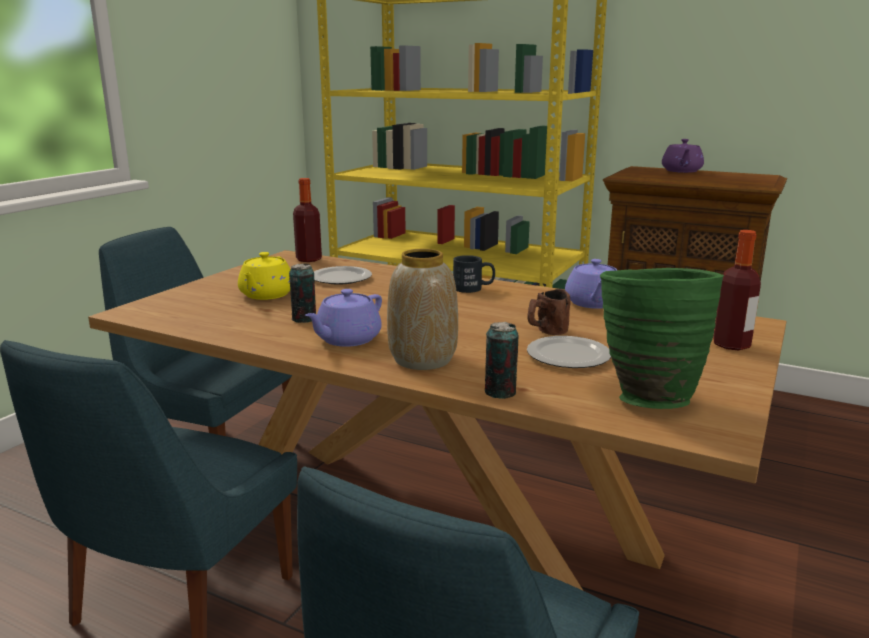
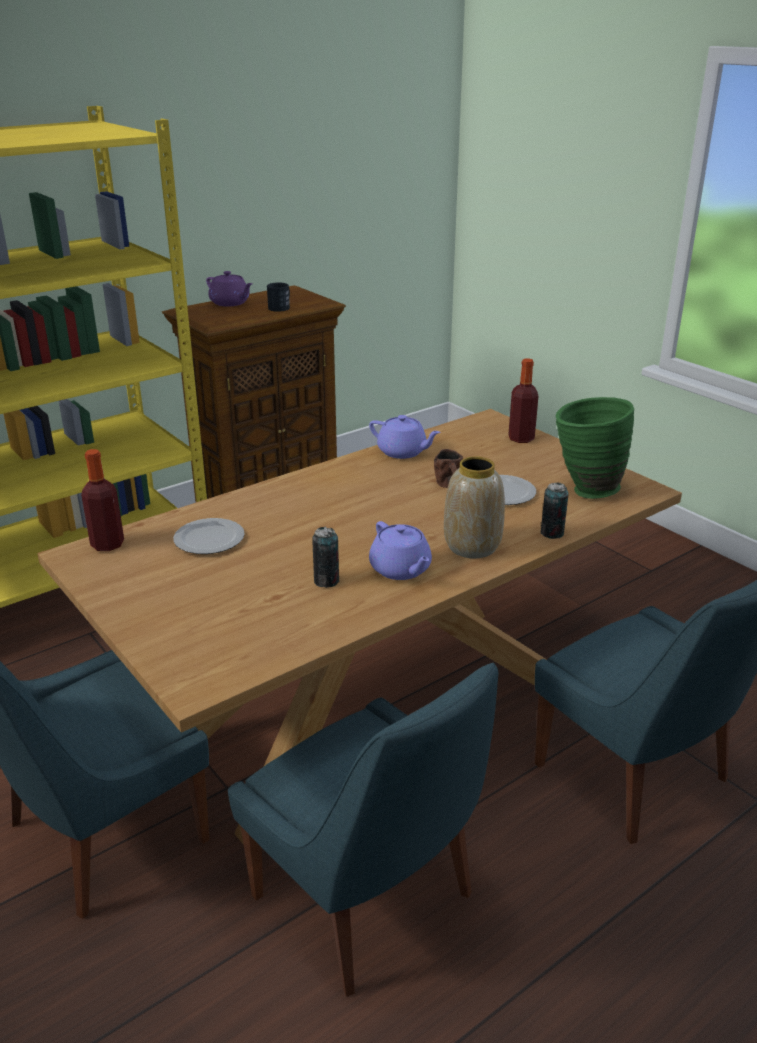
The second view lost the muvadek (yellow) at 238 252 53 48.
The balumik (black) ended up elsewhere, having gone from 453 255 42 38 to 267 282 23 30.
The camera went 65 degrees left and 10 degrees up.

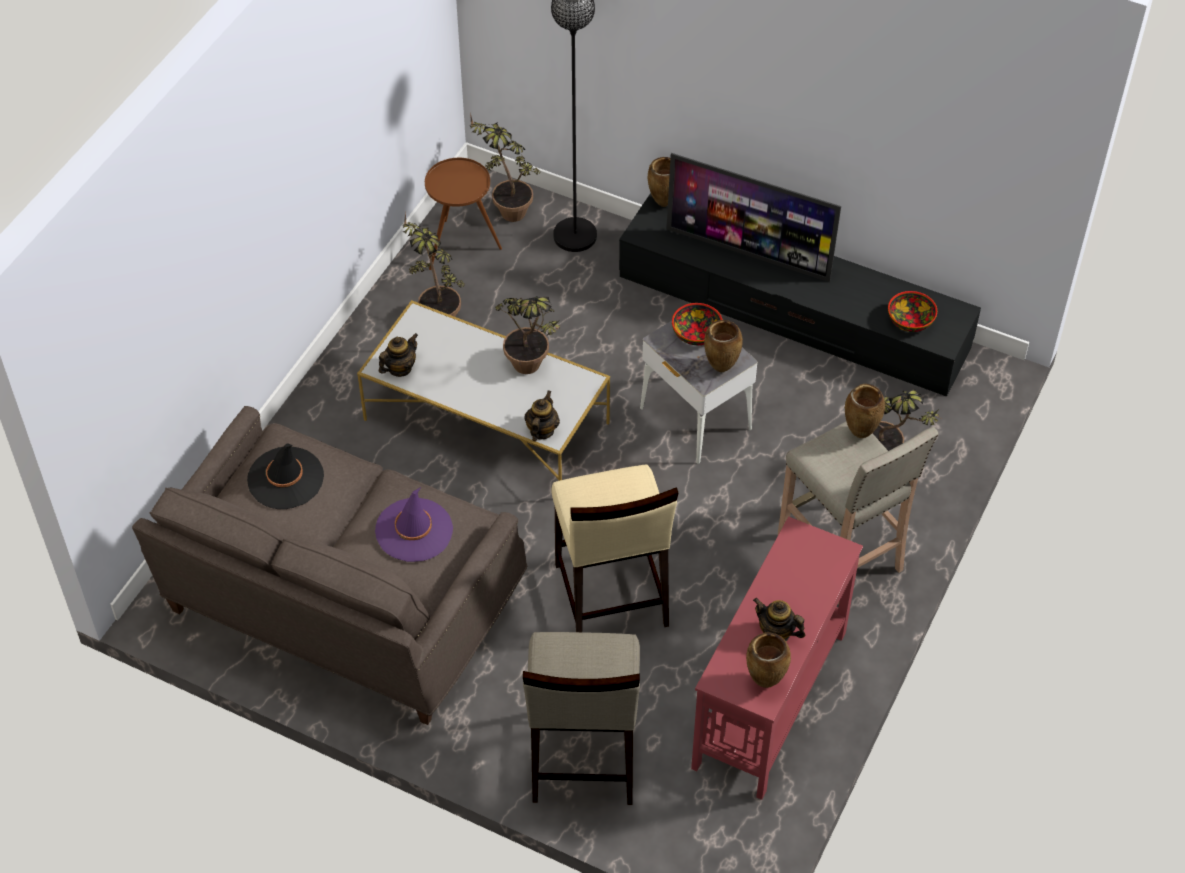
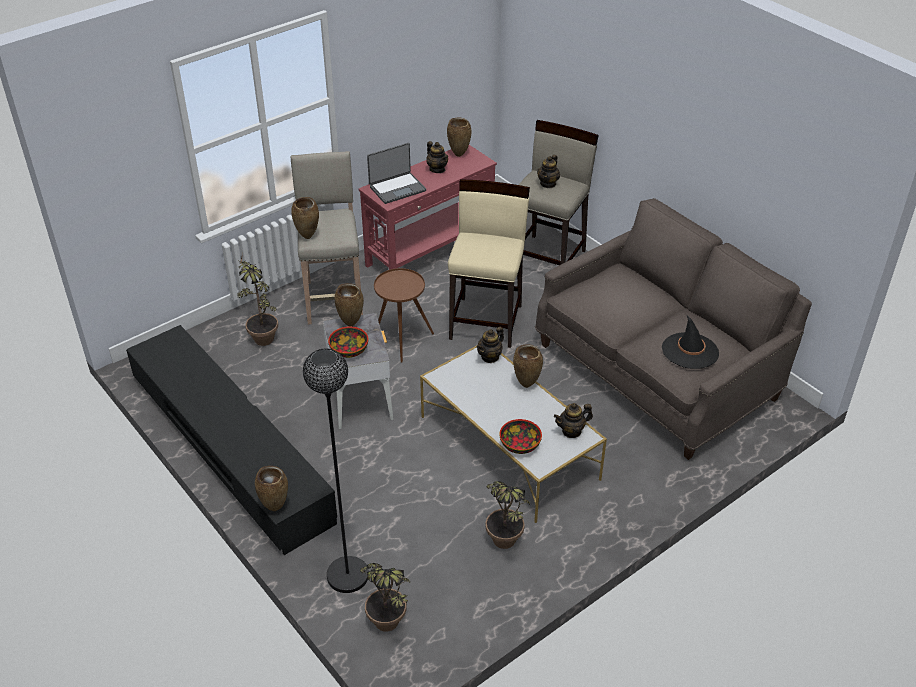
The second view lost the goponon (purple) at 375 487 78 75.
The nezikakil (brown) ended up elsewhere, having gone from 425 158 77 112 to 374 268 60 94.
The second view lost the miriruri at 495 296 65 78.
The second view lost the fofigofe at 667 153 174 129.
The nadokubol ended up elsewhere, having gone from 888 291 49 41 to 500 419 42 35.
The second view gained the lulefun at 367 143 59 61.
The second view gained the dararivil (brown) at 513 344 30 44.
The second view gained the muvadek at 537 155 23 33.
The camera went 155 degrees left and 10 degrees down.

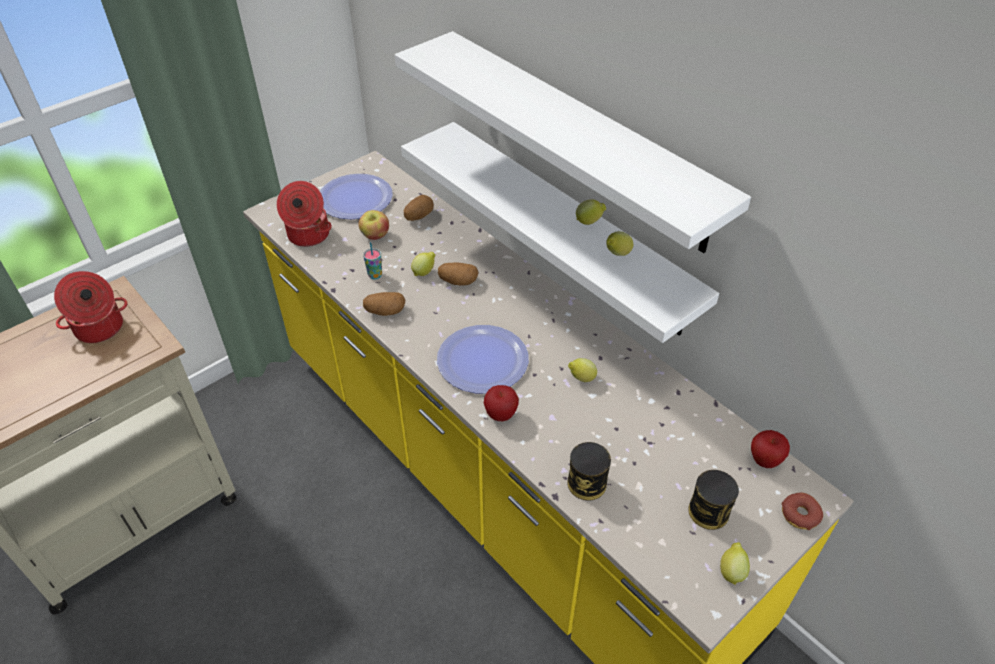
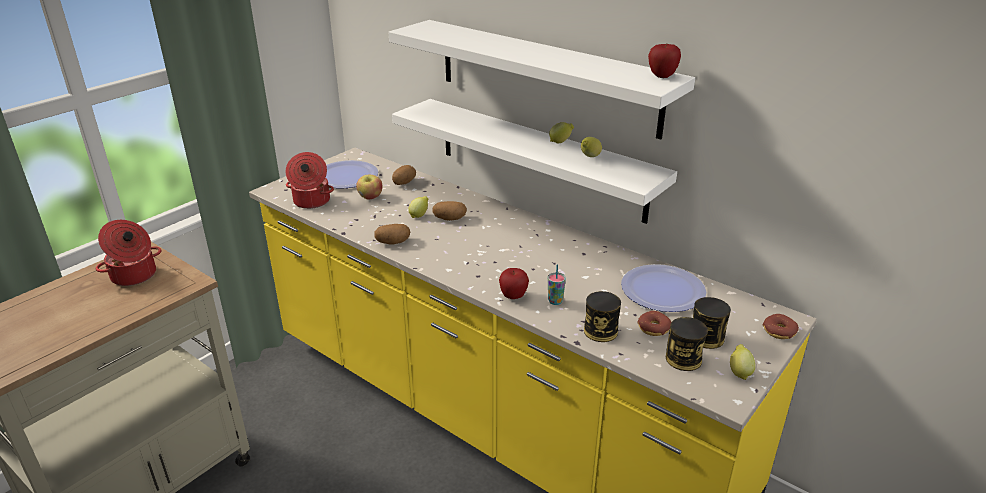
The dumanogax ended up elsewhere, having gone from 363 242 19 37 to 548 264 18 41.
The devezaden ended up elsewhere, having gone from 437 325 92 68 to 621 264 85 48.
The second view lost the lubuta at 568 358 29 24.
The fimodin ended up elsewhere, having gone from 751 430 39 38 to 648 43 33 35.
The second view gained the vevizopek at 637 311 34 25.
The second view gained the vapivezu at 666 317 42 54.
The camera went 10 degrees left and 15 degrees down.

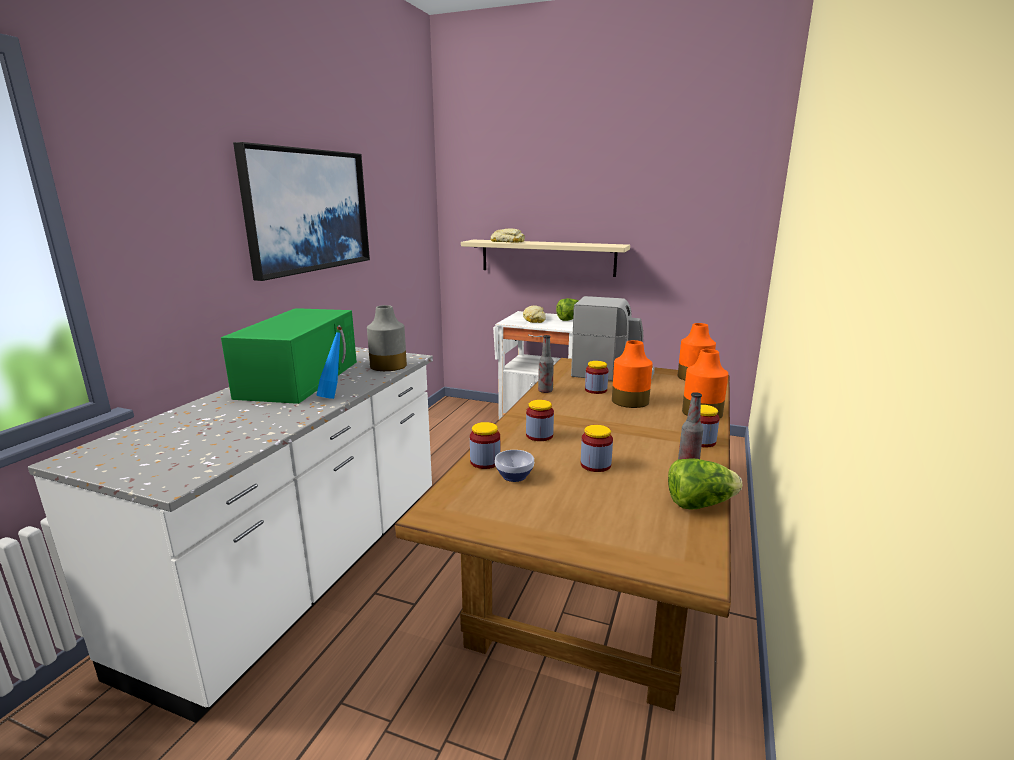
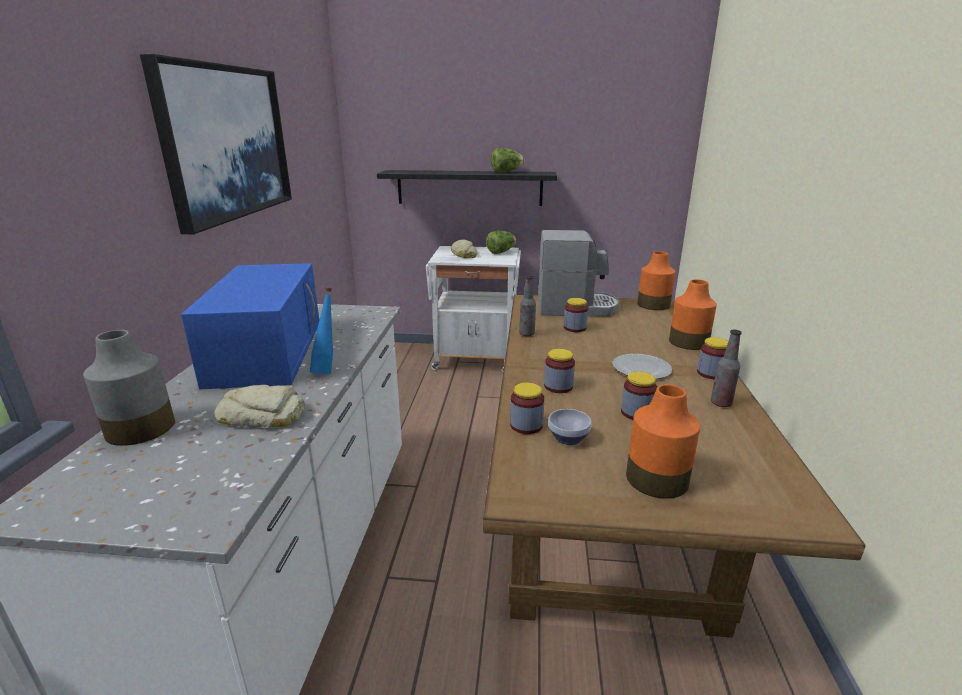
What was the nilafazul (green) at 221 308 136 96 turned into the nilafazul (blue) at 181 263 138 126.
The dararivil (grey) ended up elsewhere, having gone from 367 305 40 66 to 83 330 92 116.
What was the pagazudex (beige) at 461 240 169 37 turned into the pagazudex (black) at 377 170 180 36.
The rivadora ended up elsewhere, having gone from 491 228 34 15 to 214 385 91 43.
The dararivil (orange) ended up elsewhere, having gone from 612 340 41 68 to 626 384 74 115.
The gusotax ended up elsewhere, having gone from 668 458 74 52 to 491 148 33 25.
The second view gained the devezaden at 612 354 60 25.
The camera went 15 degrees left and 5 degrees up.

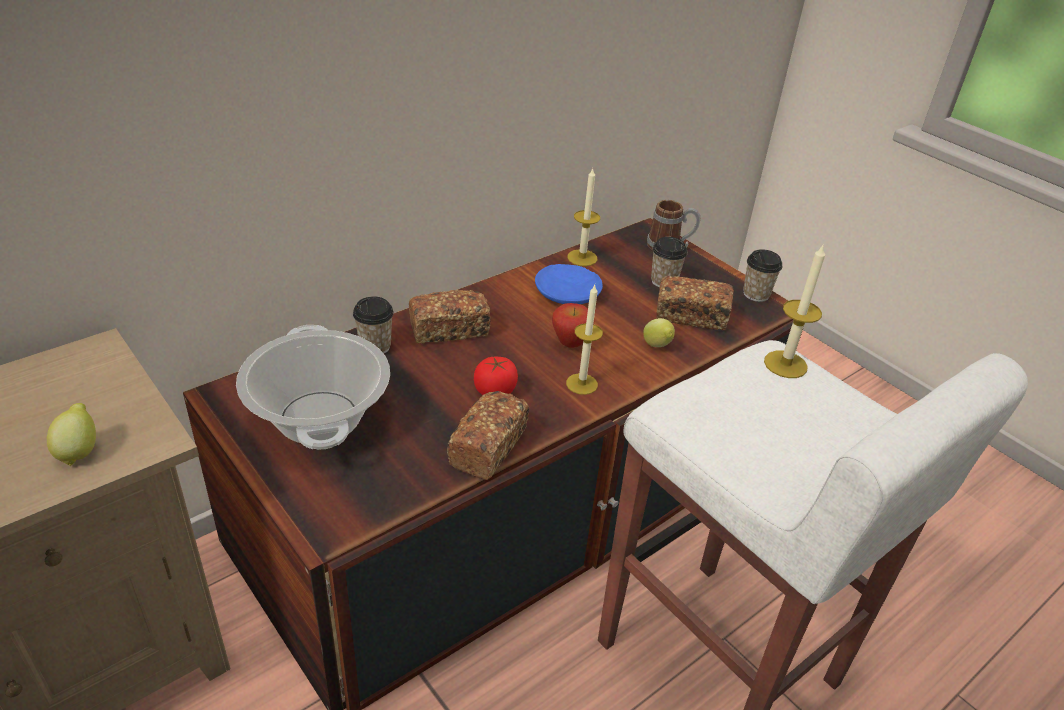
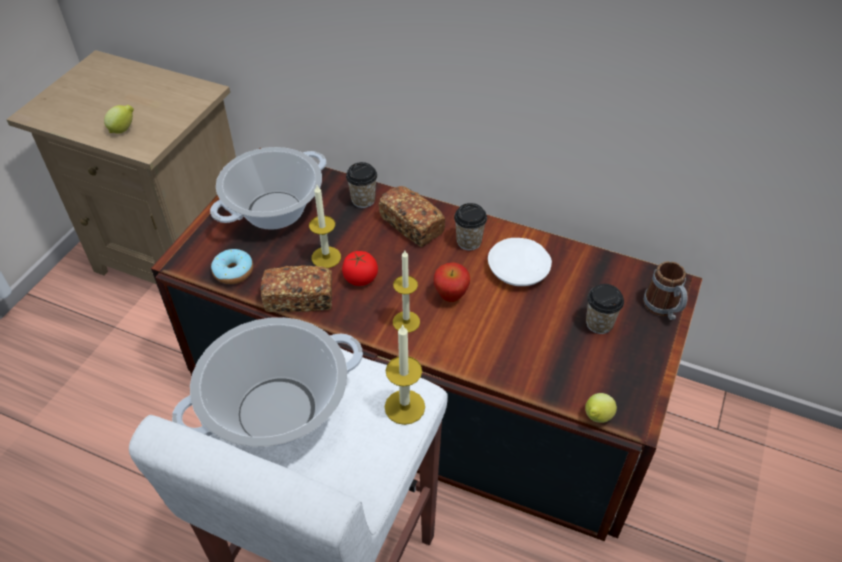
What was the devezaden (blue) at 535 264 68 40 turned into the devezaden (white) at 488 238 64 48.
The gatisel ended up elsewhere, having gone from 567 169 33 97 to 309 185 32 83.
The lubuta ended up elsewhere, having gone from 643 318 32 29 to 585 393 32 30.
The second view lost the rivadora at 656 276 78 54.
The dumanogax ended up elsewhere, having gone from 743 249 39 53 to 454 203 33 47.
The second view gained the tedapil at 172 317 191 130.
The second view gained the vevizopek at 211 249 42 35.
The camera went 65 degrees right and 10 degrees up.

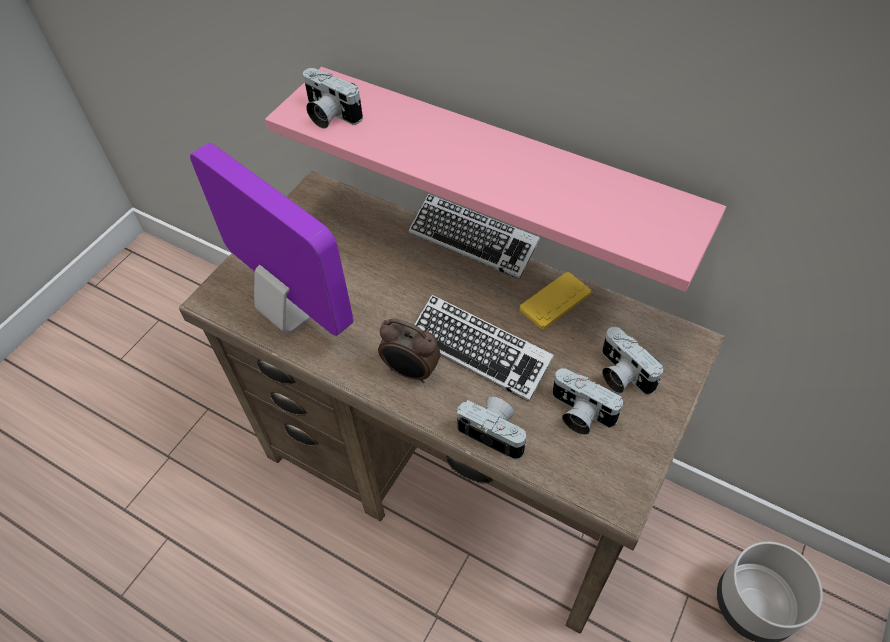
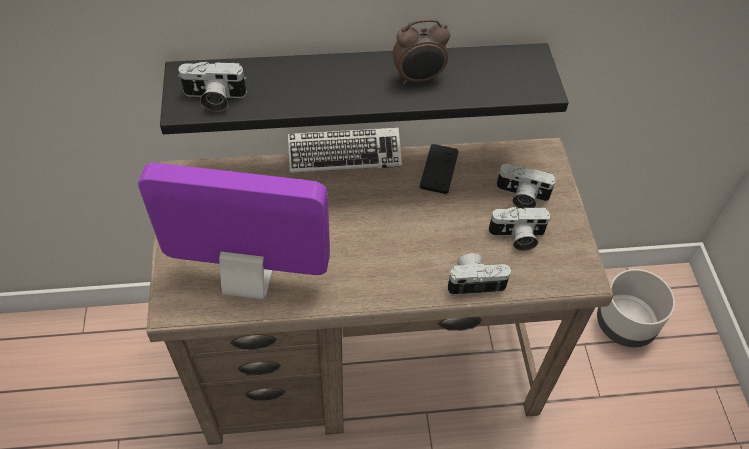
What was the pagazudex (pink) at 265 67 461 225 turned into the pagazudex (black) at 160 43 409 91.
The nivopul ended up elsewhere, having gone from 378 319 63 64 to 393 18 57 67.
The second view lost the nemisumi at 414 295 140 107.
What was the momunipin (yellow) at 520 272 71 57 turned into the momunipin (black) at 420 144 39 50.
The camera went 40 degrees left and 0 degrees up.

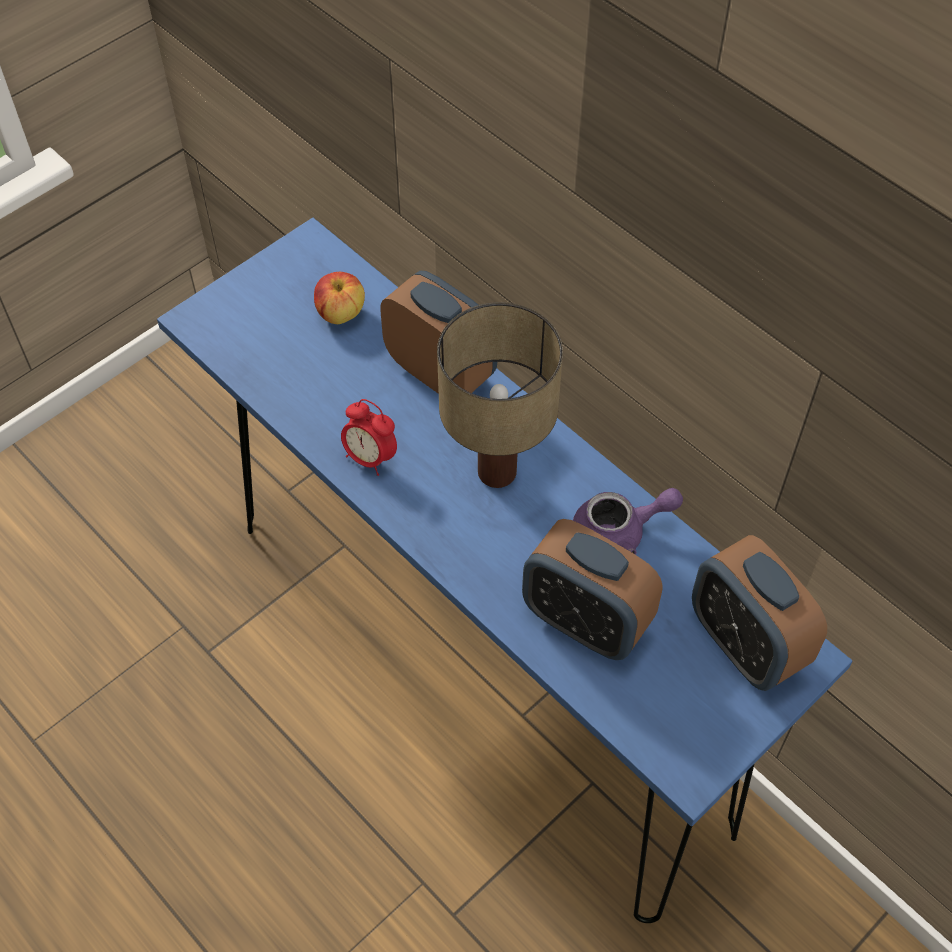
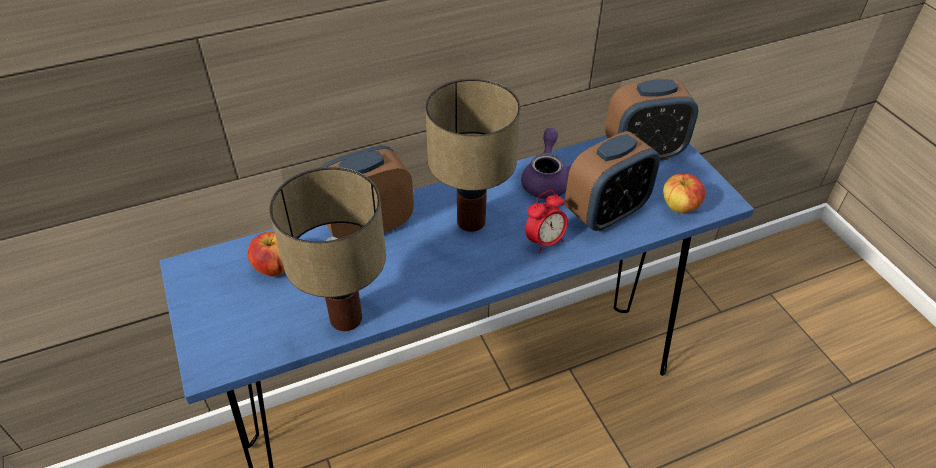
The nivopul ended up elsewhere, having gone from 341 399 56 77 to 525 190 43 64.
The second view gained the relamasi at 269 167 117 164.
The second view gained the fimodin at 663 173 42 40.
The camera went 70 degrees left and 10 degrees down.

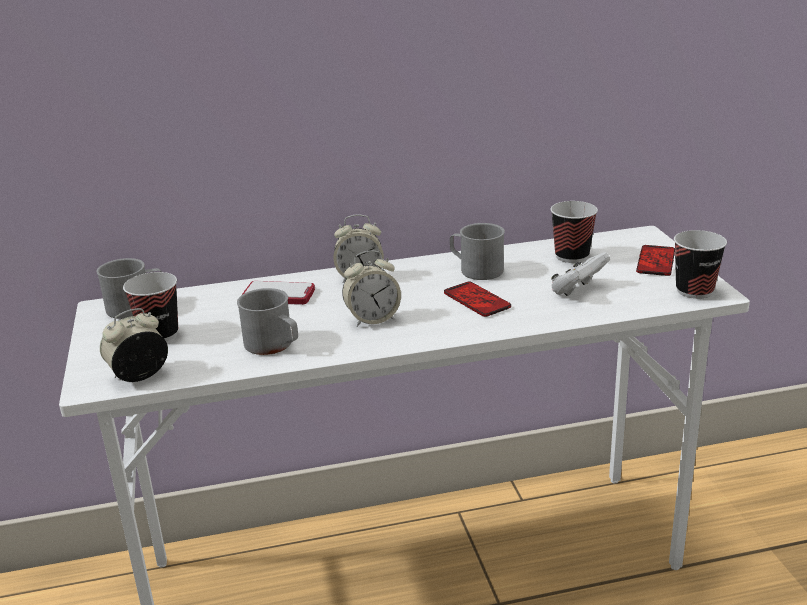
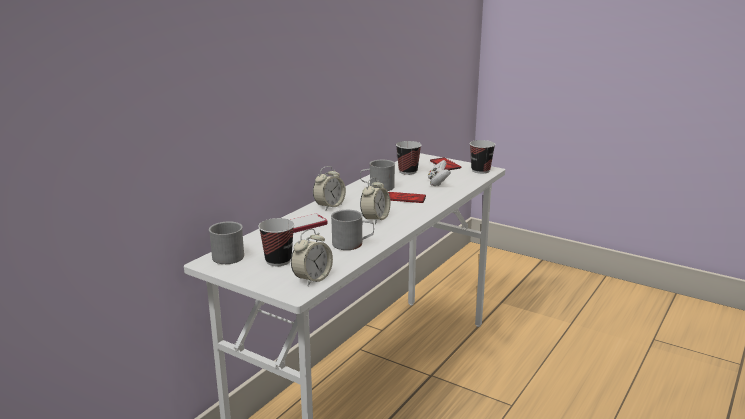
The nivopul at 100 308 68 74 ended up facing another way, 150 degrees counterclockwise from before.
The camera went 45 degrees left and 5 degrees down.

